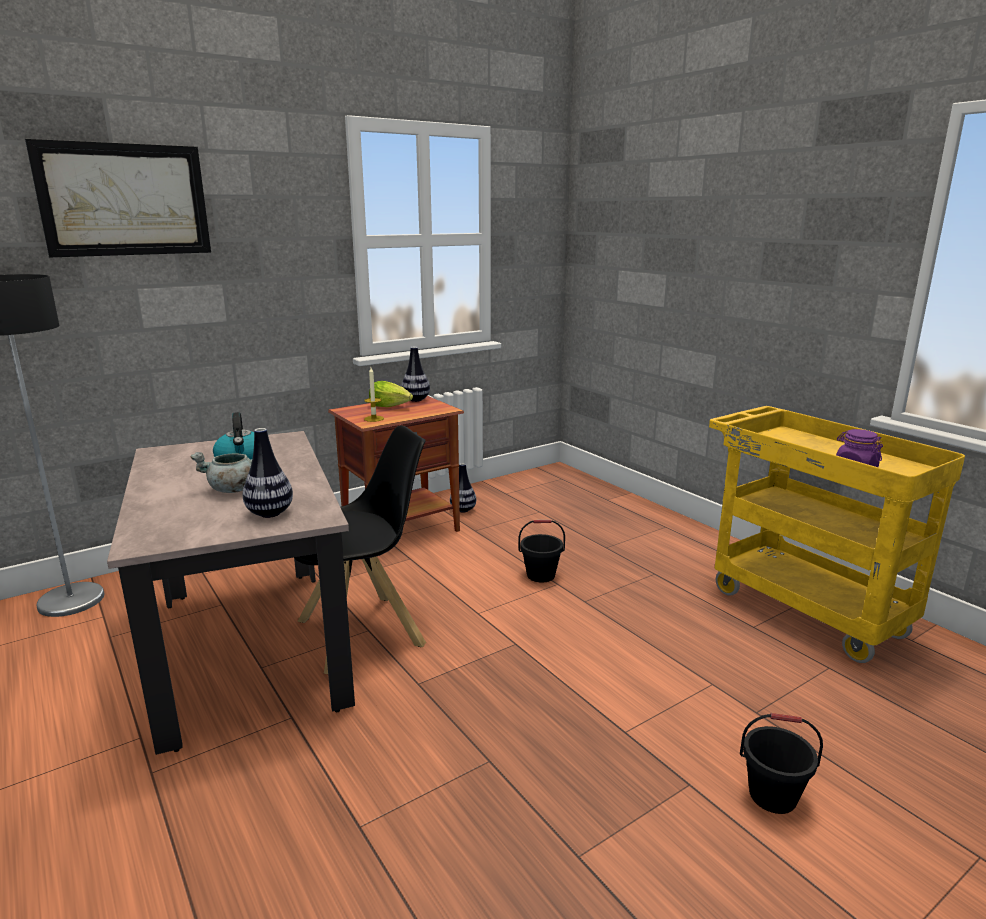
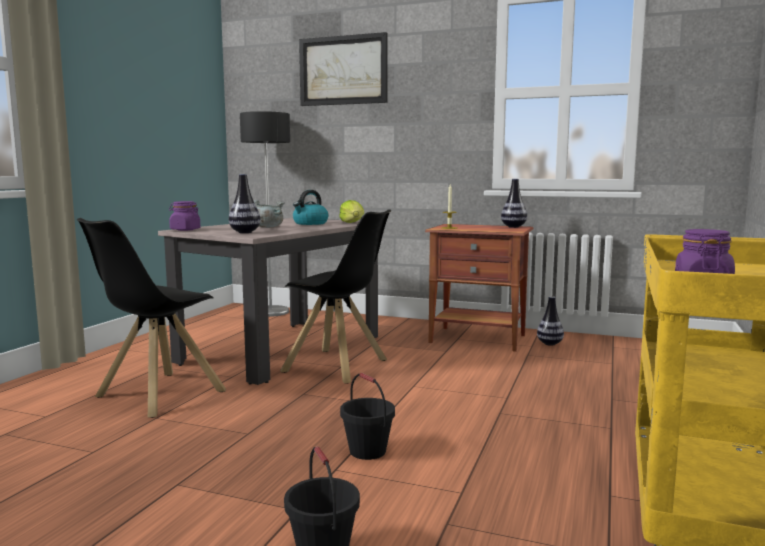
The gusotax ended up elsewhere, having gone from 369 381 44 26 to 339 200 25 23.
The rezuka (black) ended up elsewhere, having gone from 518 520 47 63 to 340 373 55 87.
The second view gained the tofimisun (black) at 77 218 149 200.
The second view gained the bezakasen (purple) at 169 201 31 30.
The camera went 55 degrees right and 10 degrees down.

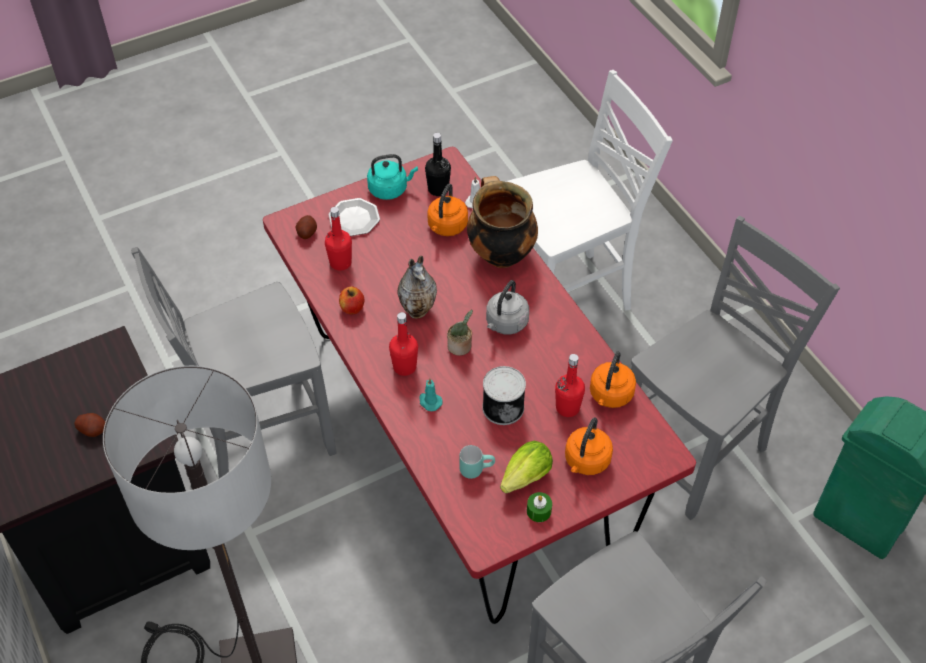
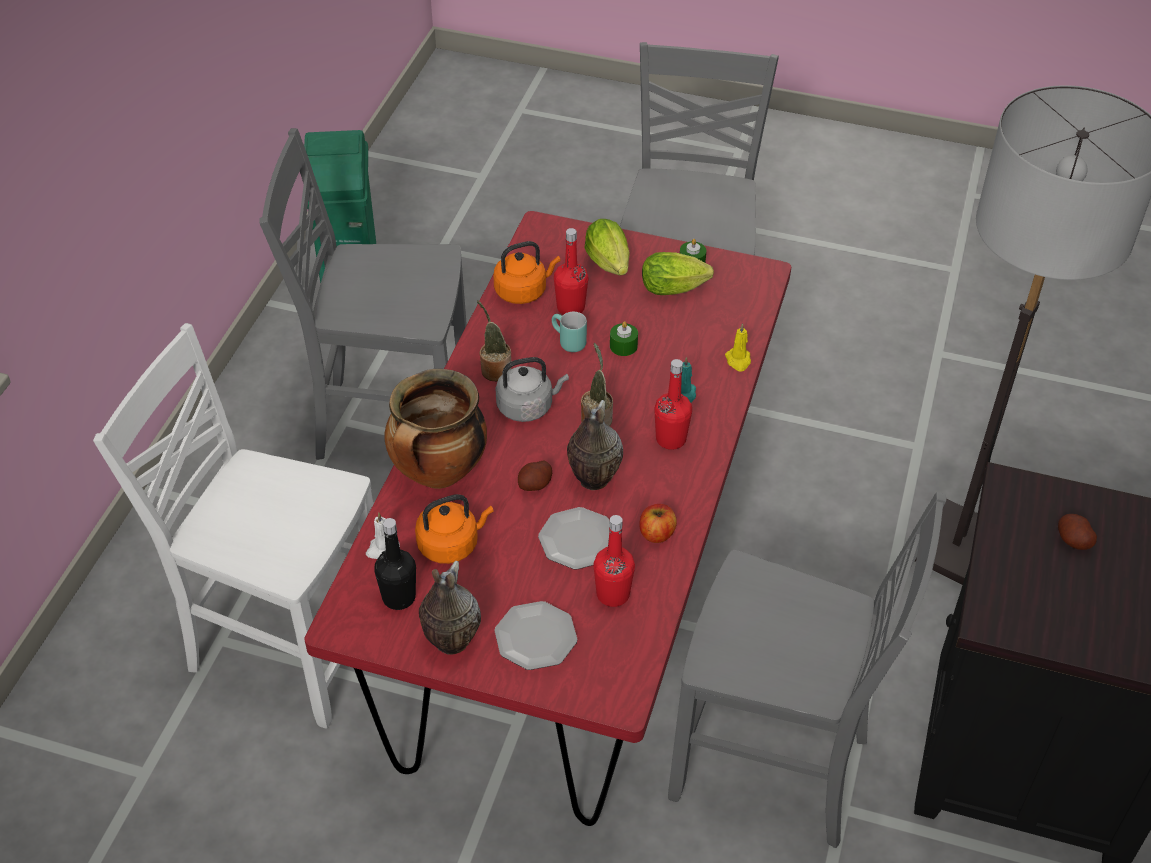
The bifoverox ended up elsewhere, having gone from 296 215 21 24 to 518 460 34 31.
Where the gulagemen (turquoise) stood at 367 154 51 46, the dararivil came to stand at 419 561 62 94.
The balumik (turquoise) ended up elsewhere, having gone from 459 445 36 34 to 552 312 35 40.
Where the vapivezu stood at 482 366 44 59, the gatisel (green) came to stand at 610 321 28 35.
Where the gulagemen (orange) stood at 565 417 48 58, the gusotax came to stand at 584 219 46 56.
The second view gained the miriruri at 477 300 35 81.
The second view gained the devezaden at 538 507 72 62.
The second view gained the gatisel (yellow) at 725 323 26 49.
The camera went 135 degrees left and 5 degrees down.

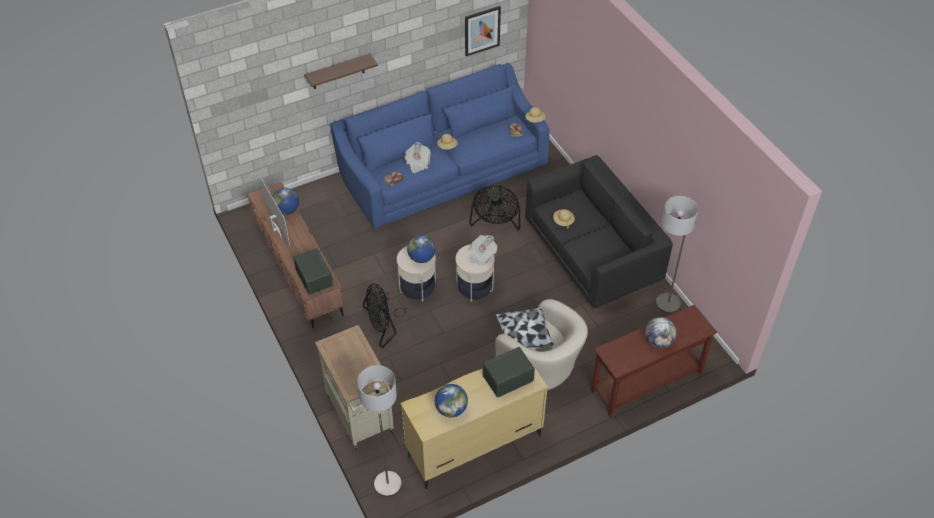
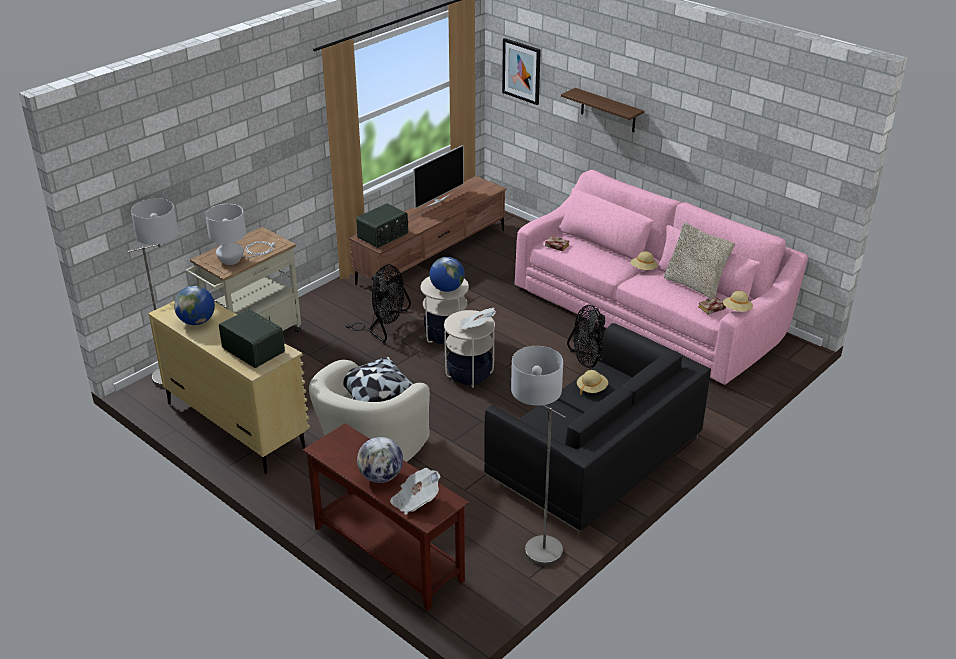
The second view lost the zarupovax at 273 188 26 27.
What was the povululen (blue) at 330 63 220 166 turned into the povululen (pink) at 515 170 293 216.
The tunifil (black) at 363 283 44 65 ended up facing another way, 150 degrees clockwise from before.
The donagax ended up elsewhere, having gone from 404 142 27 31 to 390 468 51 47.
The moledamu ended up elsewhere, having gone from 465 6 36 50 to 502 38 39 67.
The second view gained the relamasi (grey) at 205 204 70 61.
The second view gained the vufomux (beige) at 664 222 71 76.
The camera went 70 degrees right and 15 degrees down.

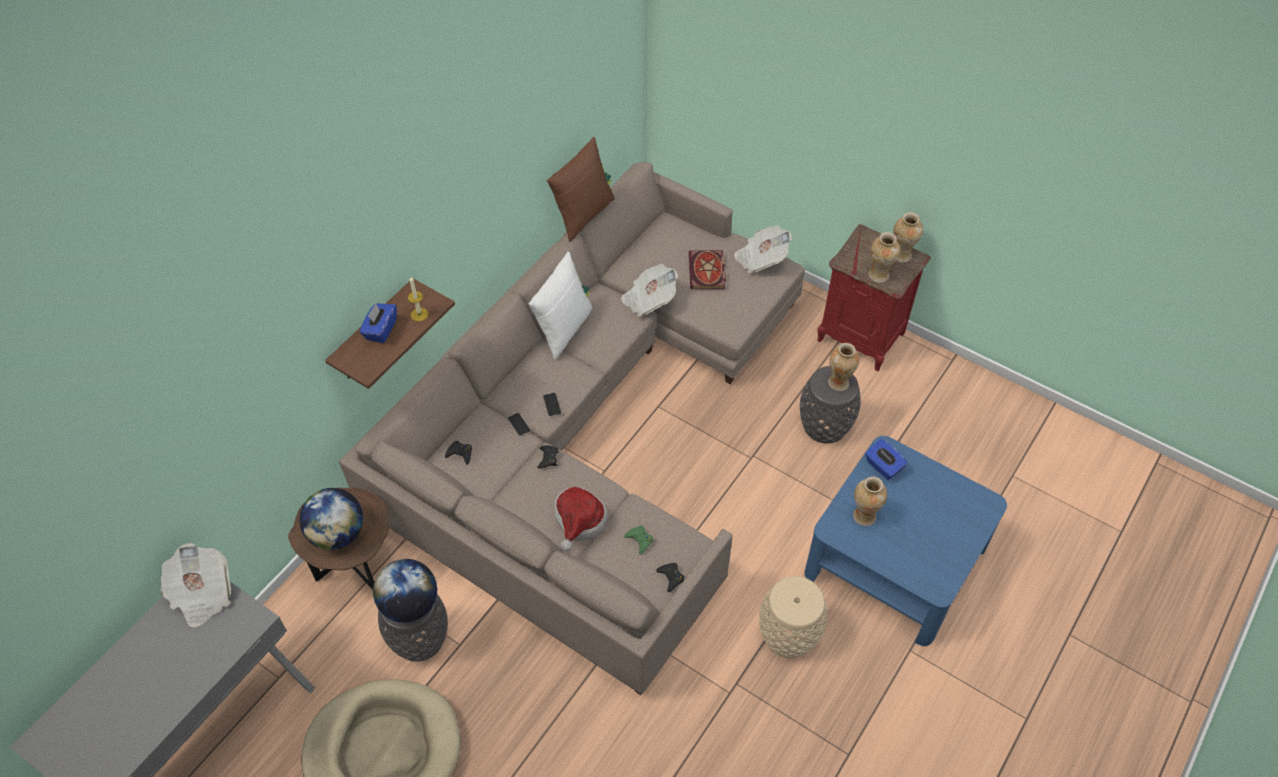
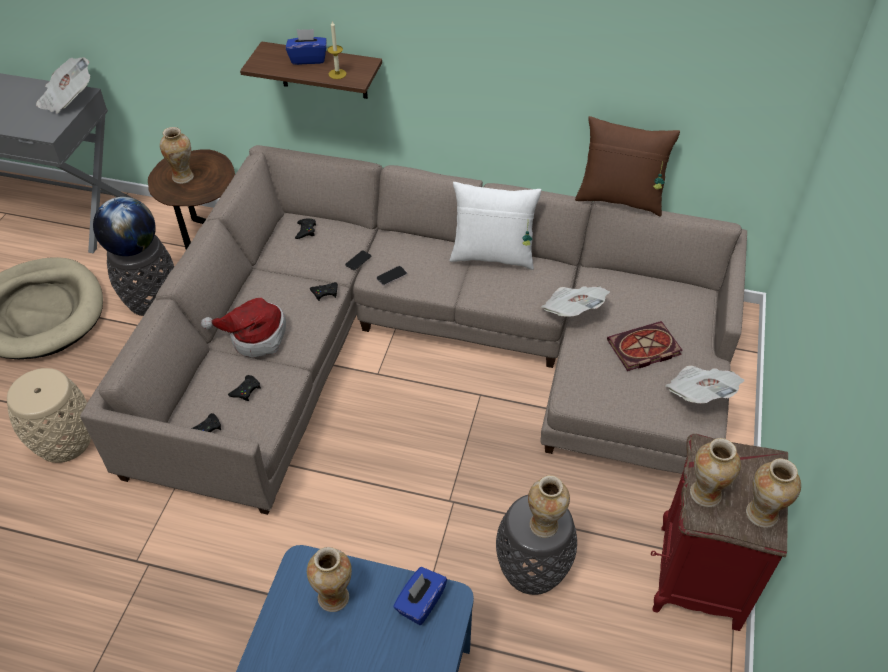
Where the zarupovax stood at 299 488 64 62, the dararivil came to stand at 160 127 34 57.
What was the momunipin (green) at 624 526 29 29 turned into the momunipin (black) at 228 375 33 26.
The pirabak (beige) ended up elsewhere, having gone from 759 576 68 82 to 7 368 84 95.
The camera went 70 degrees right and 5 degrees down.

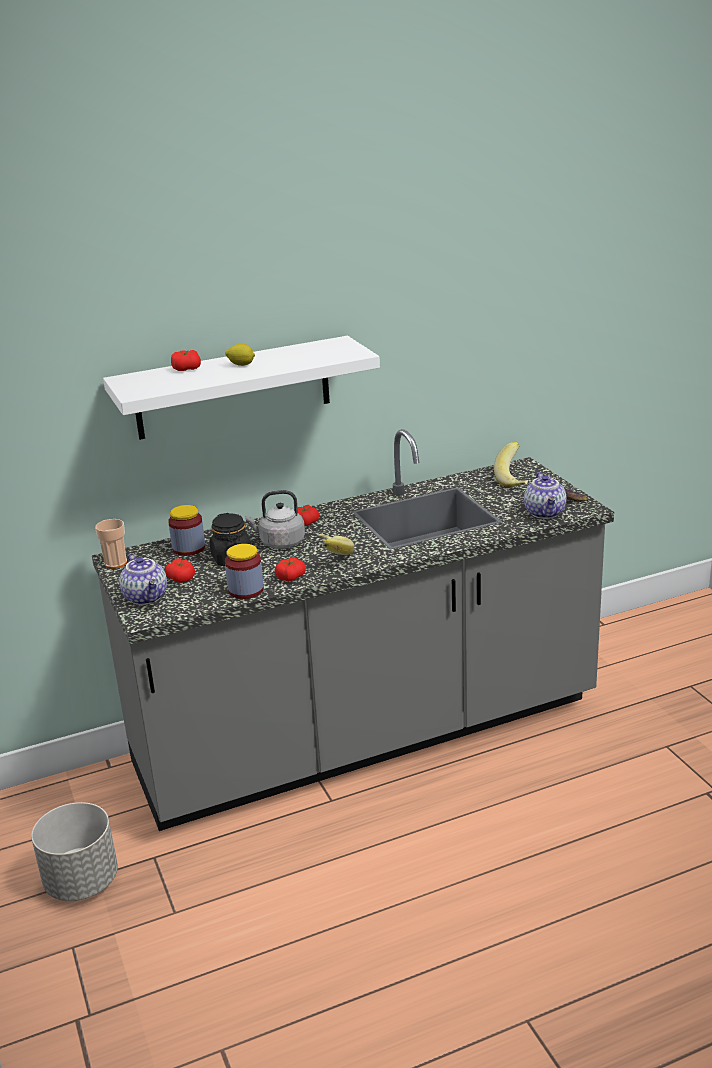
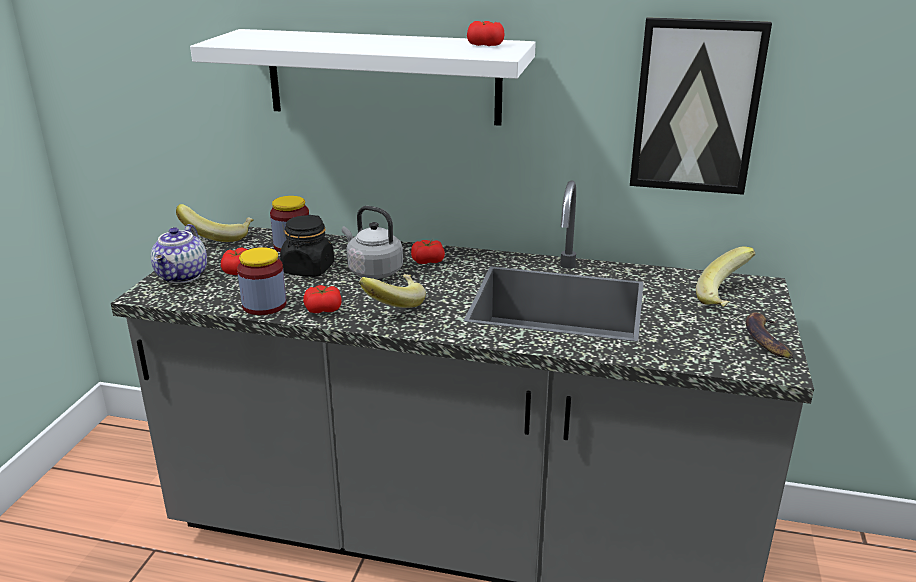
The second view lost the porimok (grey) at 31 802 87 99.
Where the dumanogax stood at 95 519 32 50, the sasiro came to stand at 176 204 78 38.
The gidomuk ended up elsewhere, having gone from 171 350 30 21 to 467 21 38 25.
The second view lost the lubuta at 225 344 30 22.
The second view lost the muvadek at 524 472 42 47.
The second view gained the moledamu at 630 17 142 178.
The camera went 35 degrees right and 0 degrees up.

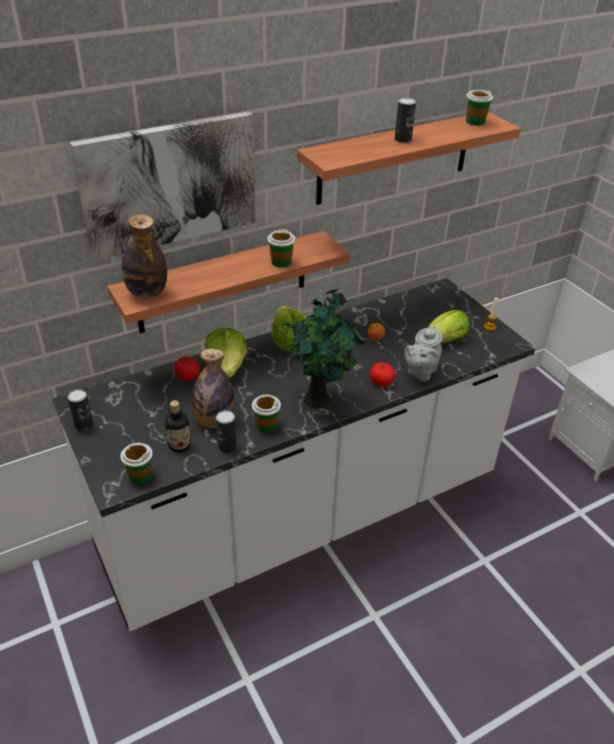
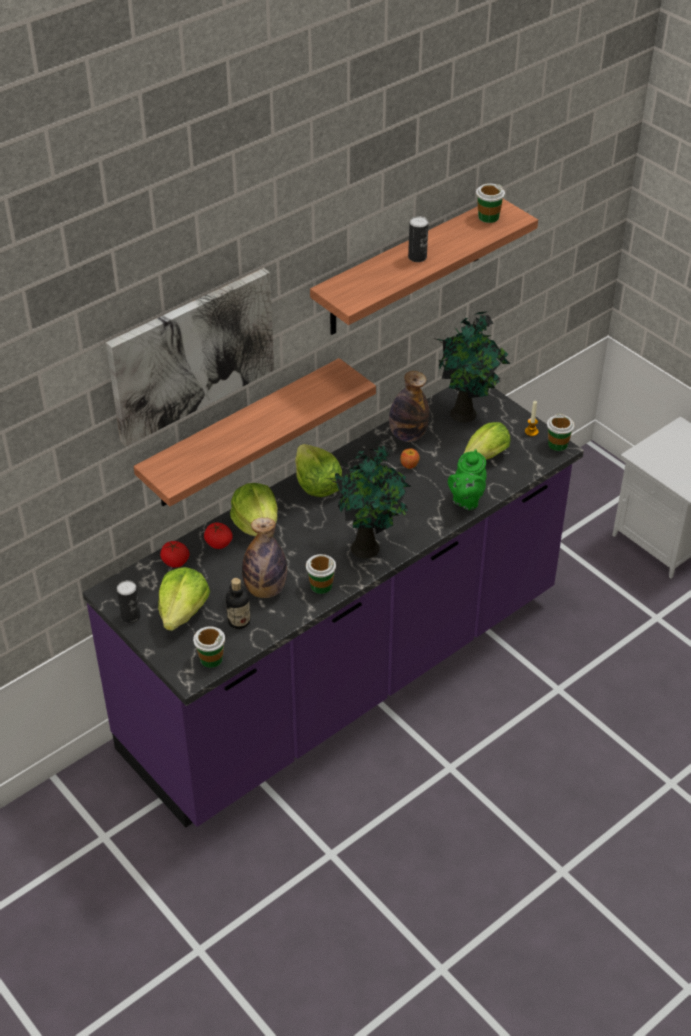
What was the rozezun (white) at 53 278 482 354 turned into the rozezun (purple) at 83 387 501 441.
The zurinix ended up elsewhere, having gone from 122 214 45 85 to 389 371 40 71.
The second view lost the vapivezu at 216 410 21 43.
The dumanogax ended up elsewhere, having gone from 267 229 28 39 to 547 413 28 38.
The gidomuk ended up elsewhere, having gone from 370 362 26 24 to 160 541 29 27.
What was the muvadek (grey) at 404 325 39 57 turned into the muvadek (green) at 448 449 39 61.
The second view gained the gusotax at 158 567 52 64.
The second view gained the miriruri at 436 311 74 112.
The camera went 10 degrees left and 5 degrees up.

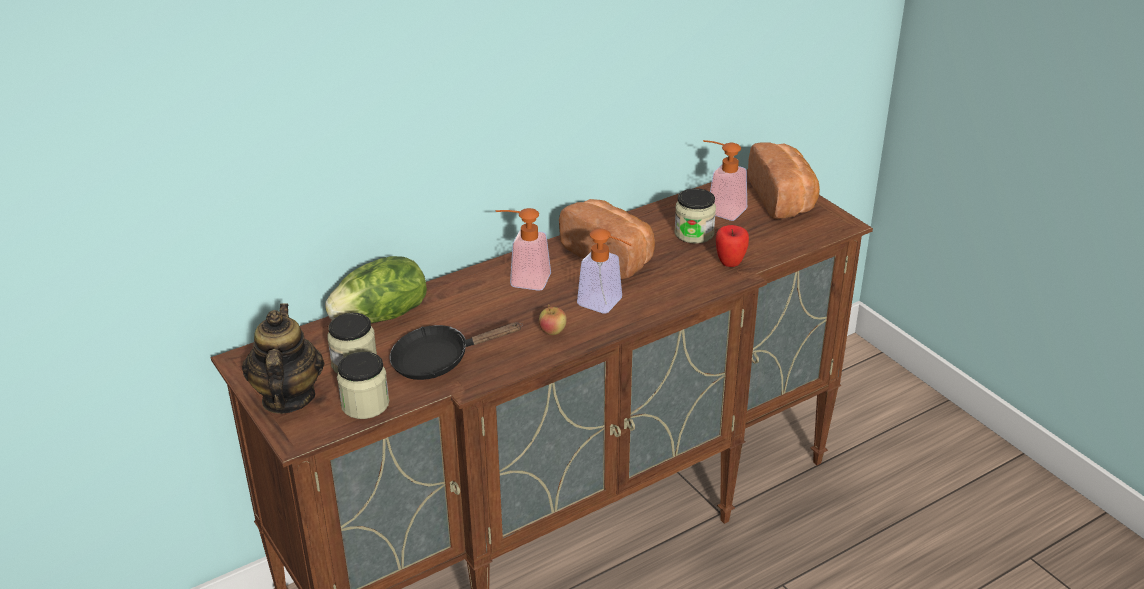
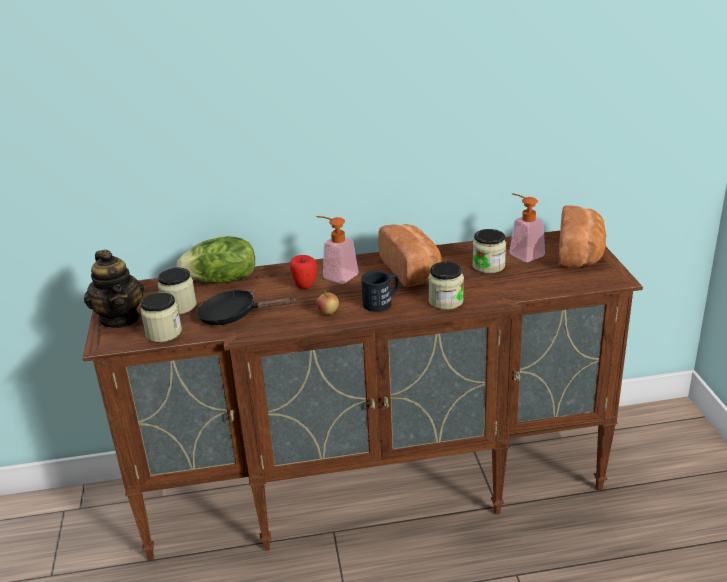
The muvadek at 242 303 82 111 ended up facing another way, 135 degrees clockwise from before.
Where the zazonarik stood at 577 228 55 86, the balumik (black) came to stand at 361 271 39 41.
The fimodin ended up elsewhere, having gone from 716 225 33 42 to 290 255 27 34.
The second view gained the bezakasen at 428 262 36 48.
The camera went 25 degrees right and 5 degrees down.

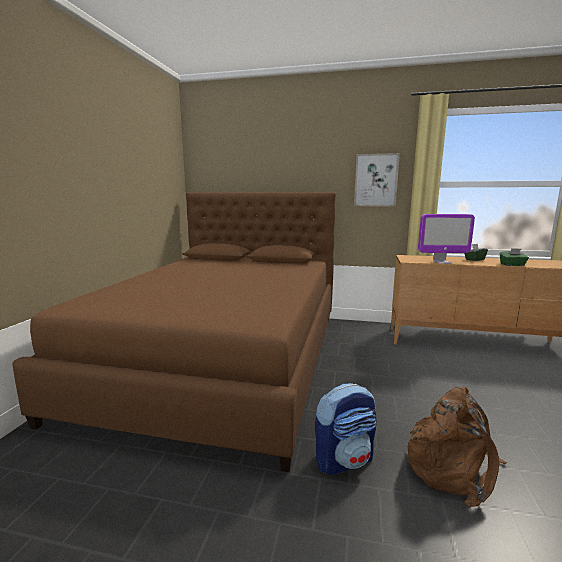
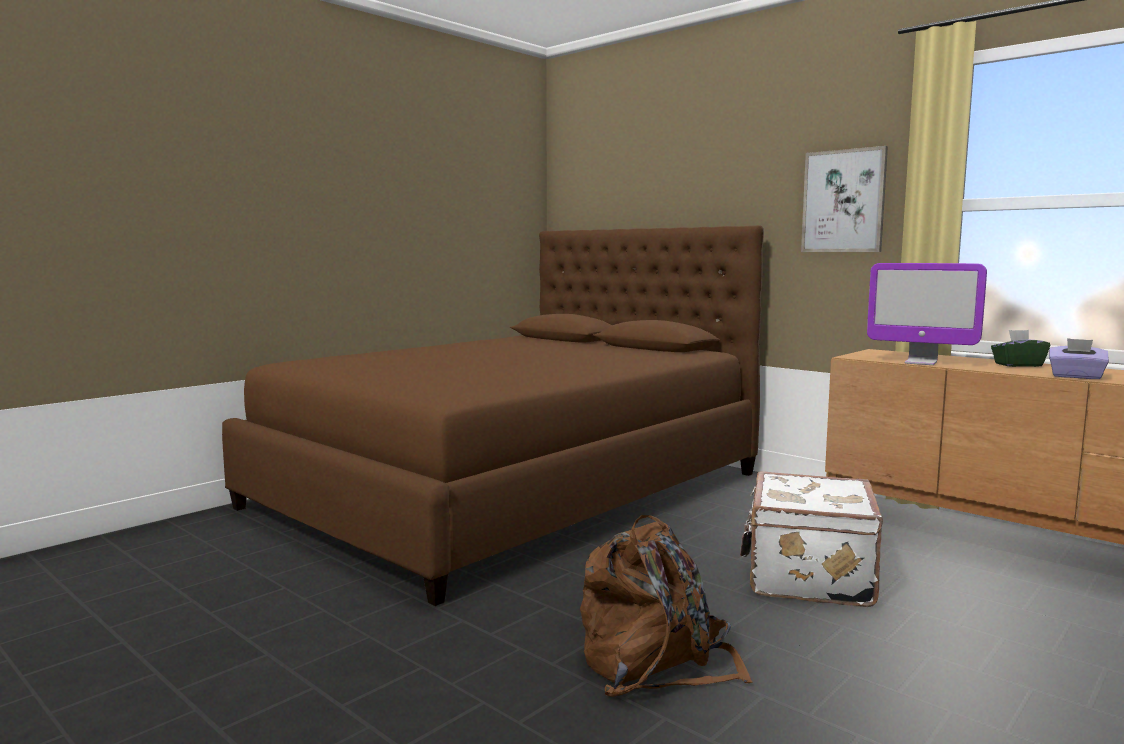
The second view lost the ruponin at 315 383 62 92.
What was the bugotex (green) at 500 248 29 18 turned into the bugotex (purple) at 1049 338 60 41.
The second view gained the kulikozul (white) at 740 471 143 136.
The camera went 30 degrees right and 5 degrees down.

